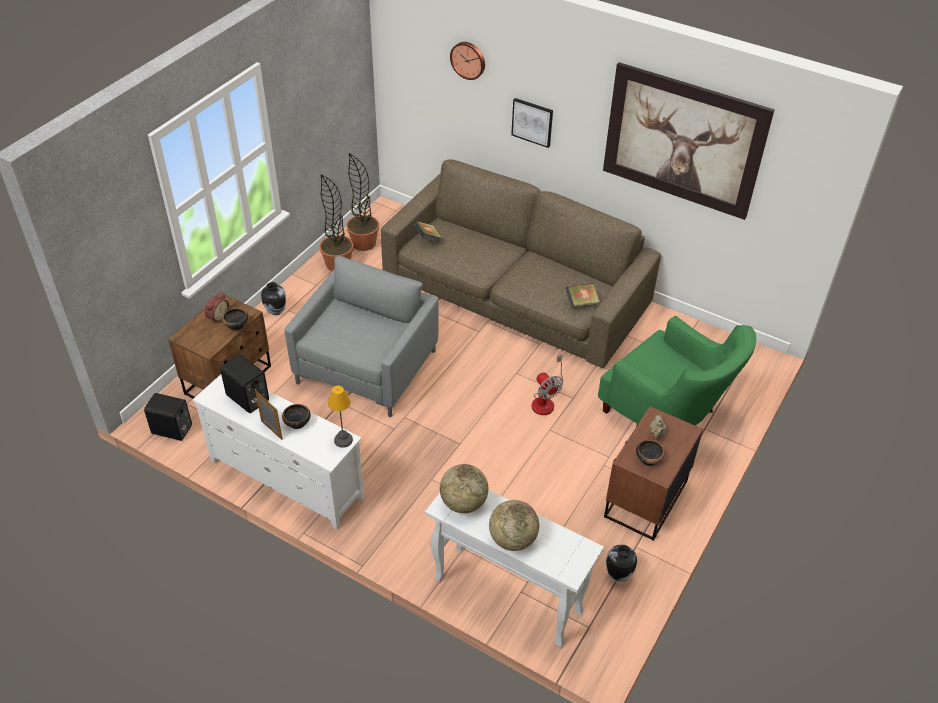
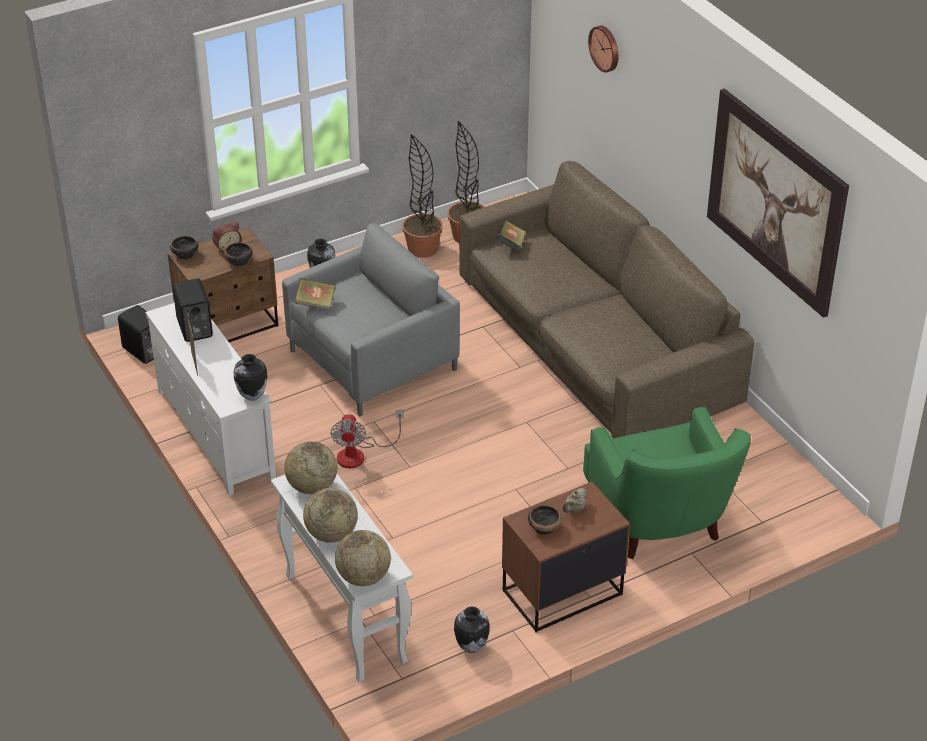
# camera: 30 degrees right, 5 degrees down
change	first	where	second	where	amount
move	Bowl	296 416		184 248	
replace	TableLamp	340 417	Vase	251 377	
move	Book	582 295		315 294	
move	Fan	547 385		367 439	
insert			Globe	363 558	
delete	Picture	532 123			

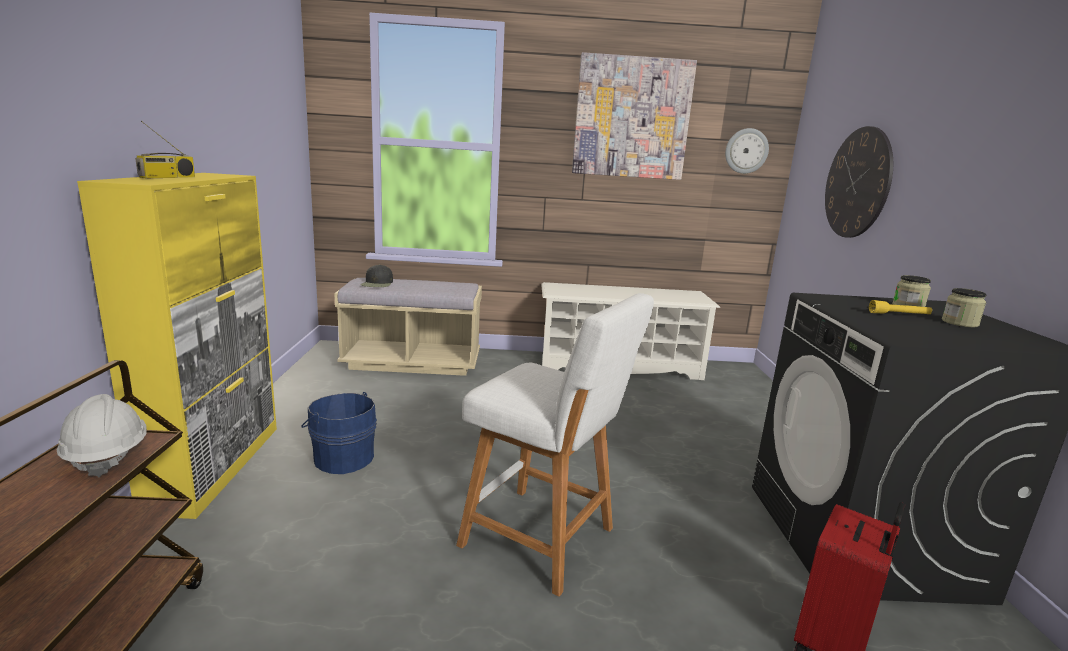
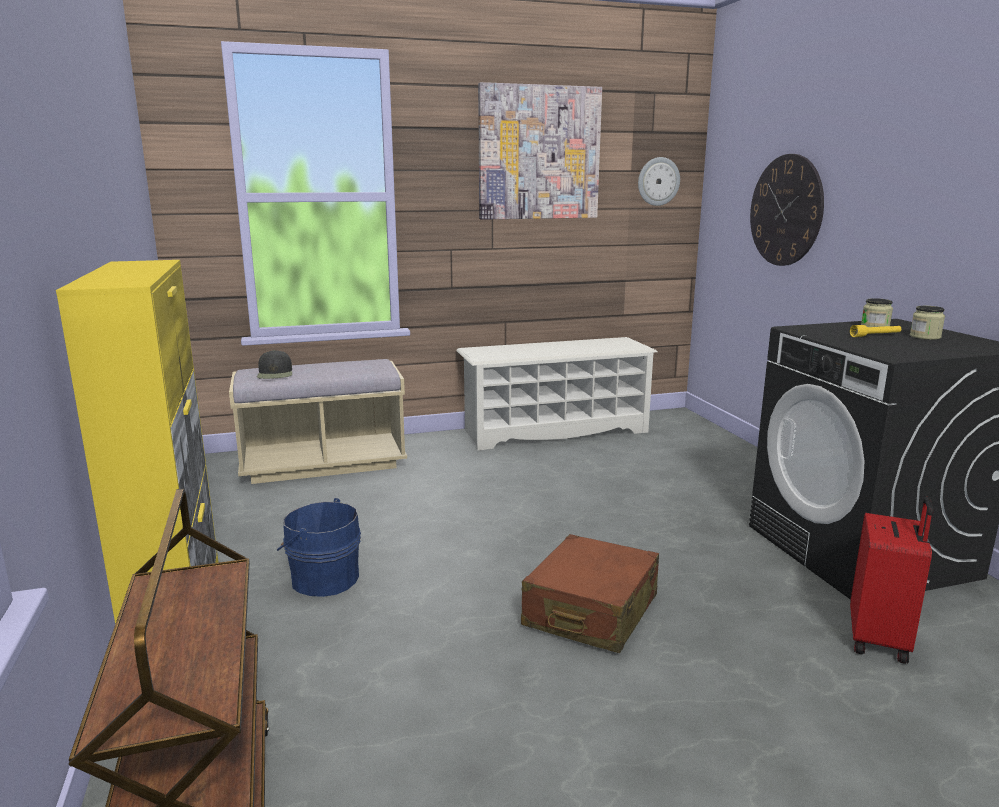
# camera: 15 degrees left, 0 degrees up
change	first	where	second	where	amount
replace	WhiteStool	555 445	BrownSuitcase	590 593	
delete	WhiteHardHat	102 435			
delete	Radio	165 149			

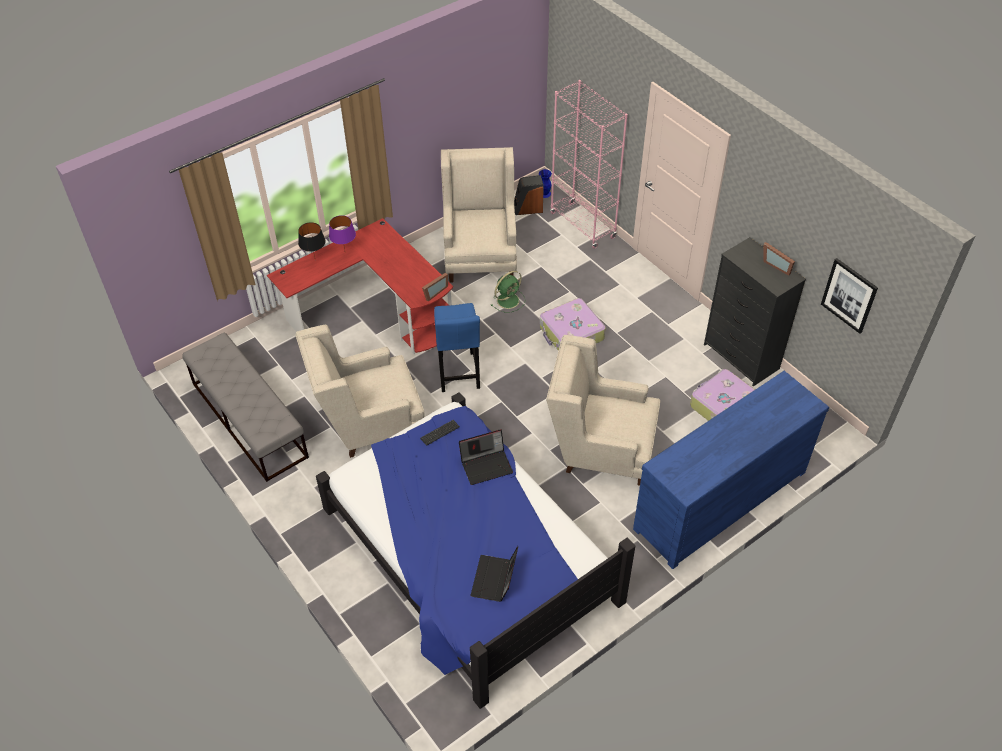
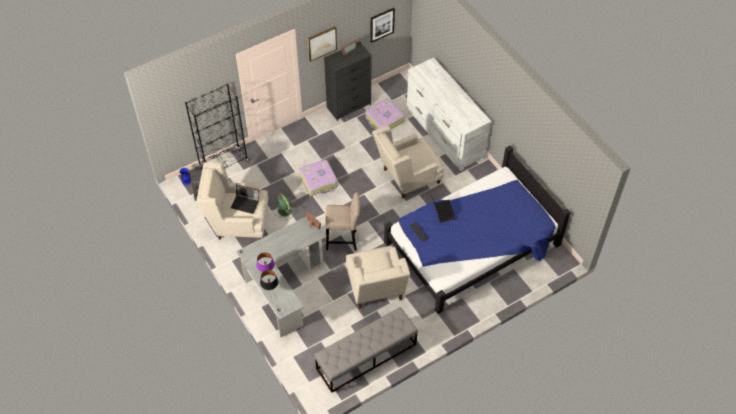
# camera: 85 degrees left, 5 degrees up
change	first	where	second	where	amount
recolor	PinkBookcase	589 164	BlackBookcase	216 126	
move	Laptop	494 574		245 199	
recolor	RedDesk	360 286	GreyDesk	280 277	
insert			Picture	322 44	
recolor	BlueStool	457 347	BeigeStool	342 221	
rotate	BeigeArmchair	603 410		408 162	45 degrees clockwise
recolor	BlueDresser	731 470	WhiteDresser	449 114	

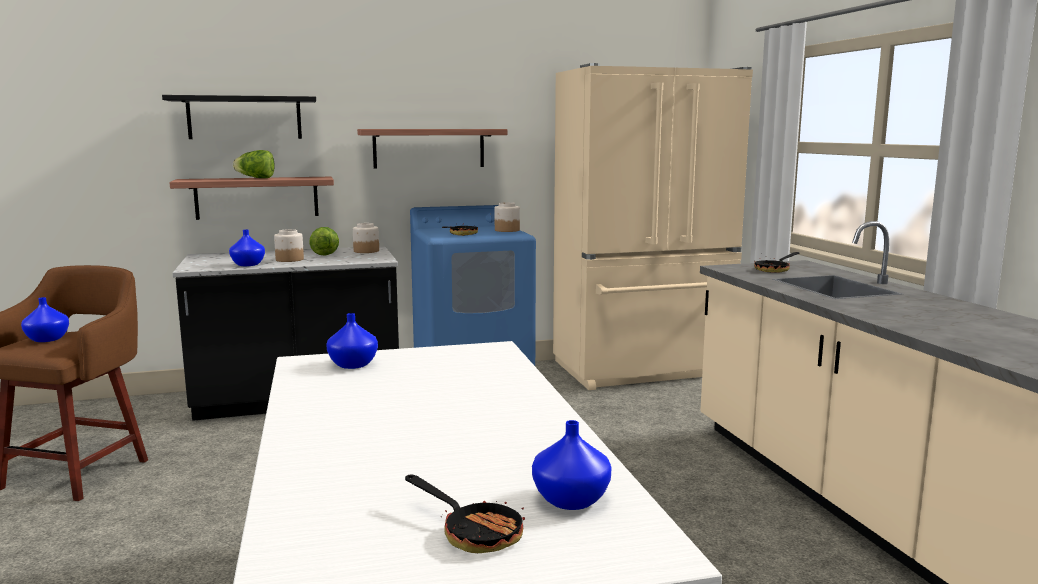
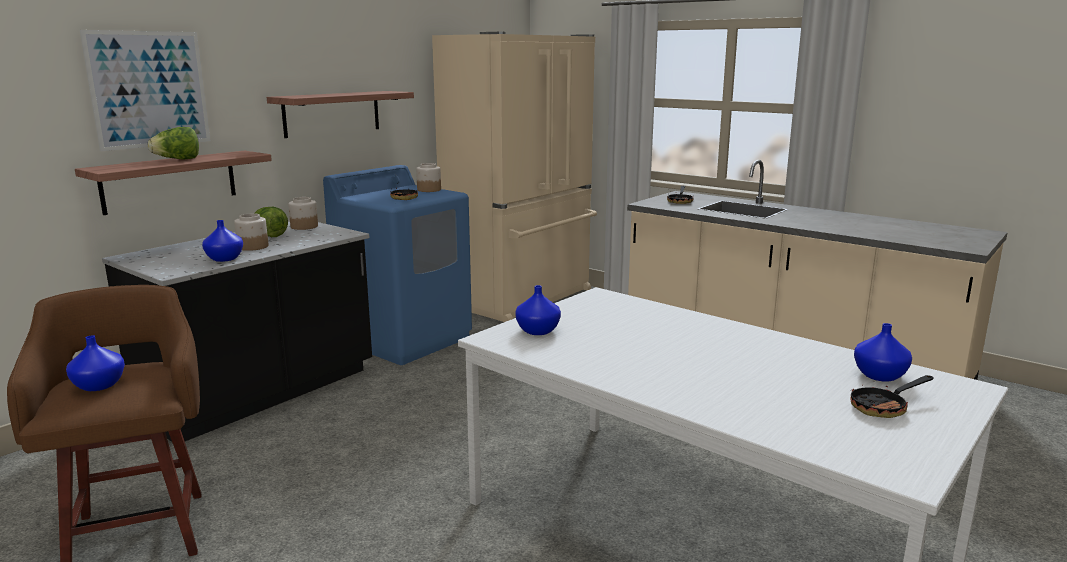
# camera: 35 degrees left, 5 degrees up
change	first	where	second	where	amount
replace	BlackShelf	239 117	Picture	145 90	
rotate	FryingPan	465 514		892 396	150 degrees clockwise

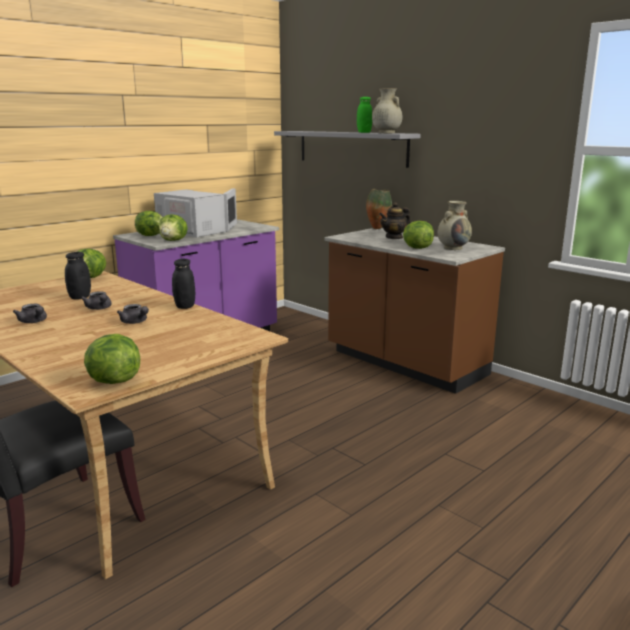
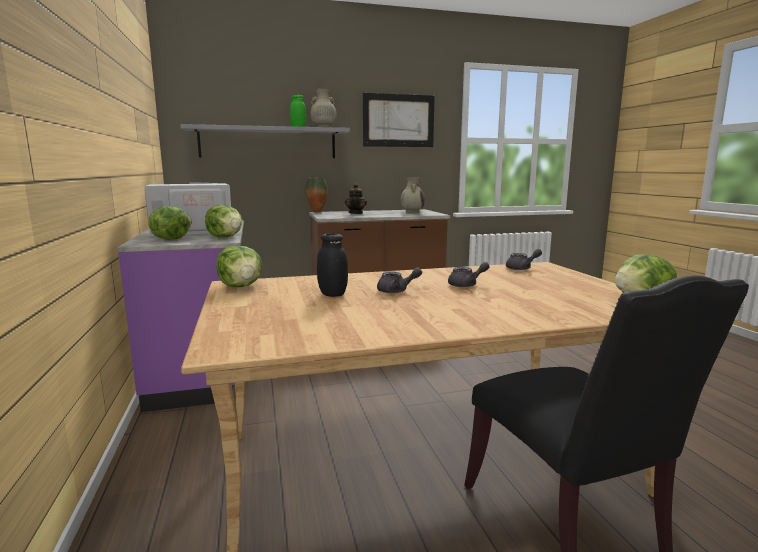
# camera: 60 degrees left, 5 degrees down
change	first	where	second	where	amount
insert			Picture	399 120	
move	GreyTeapot	30 313		524 259	
delete	BlackJar	183 284			
delete	Lettuce	418 235			

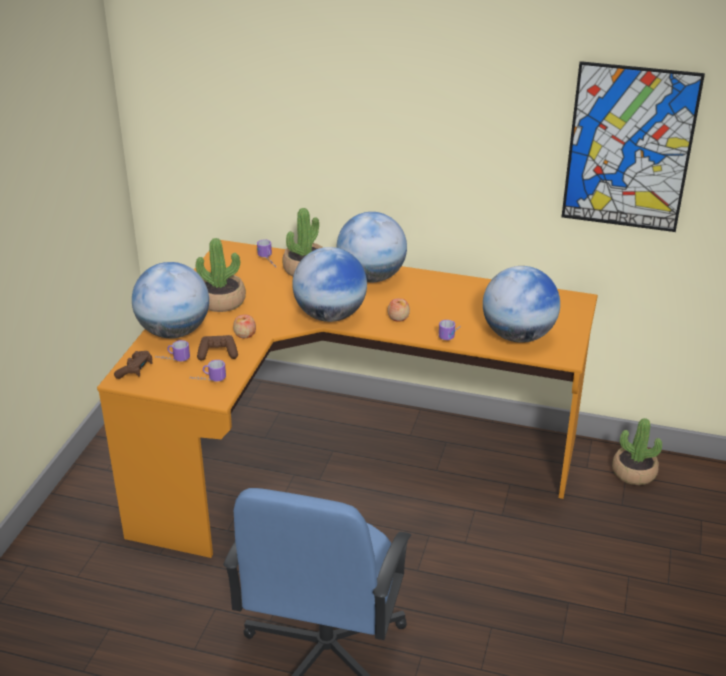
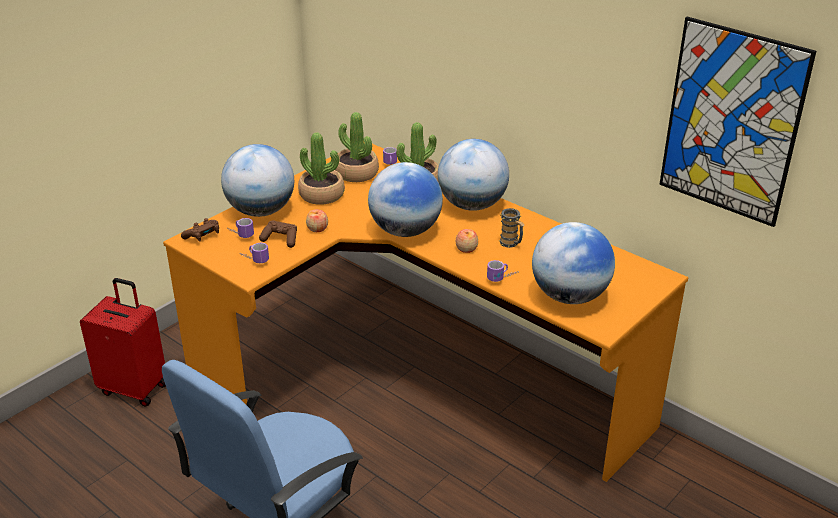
# camera: 25 degrees right, 0 degrees up
change	first	where	second	where	amount
insert			RedSuitcase	123 342	
move	PottedPlant	637 451		357 147	
insert			Mug	511 228	

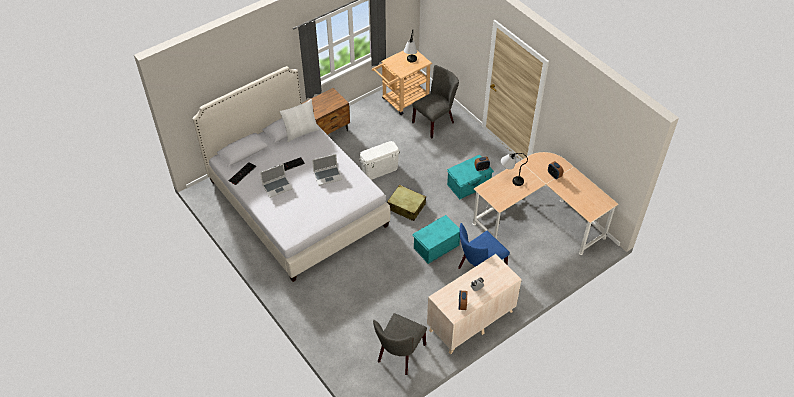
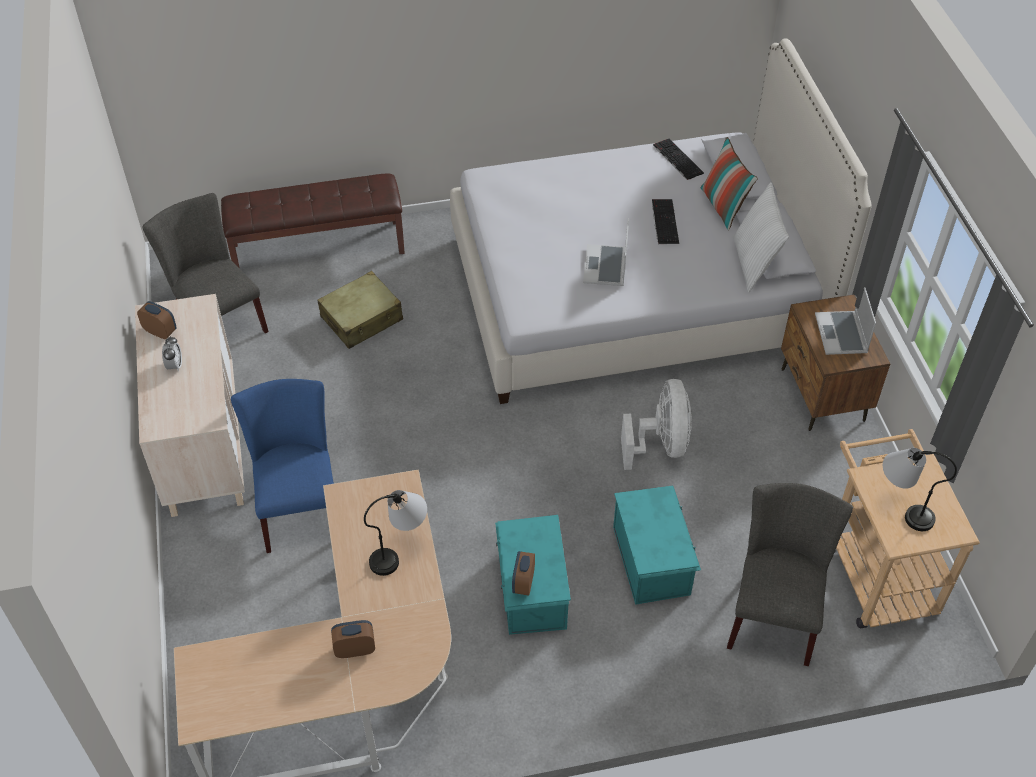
# camera: 115 degrees right, 0 degrees up
change	first	where	second	where	amount
insert			BrownBench	313 221	
move	BeigeSuitcase	406 203		360 310	
move	TurquoiseStorageBox	436 239		657 545	
replace	WhiteStorageBox	379 160	WhiteFan	656 424	
insert			Pillow	729 184	
rotate	GreyChair	435 101		790 574	150 degrees counterclockwise
move	Laptop	276 181		845 321	

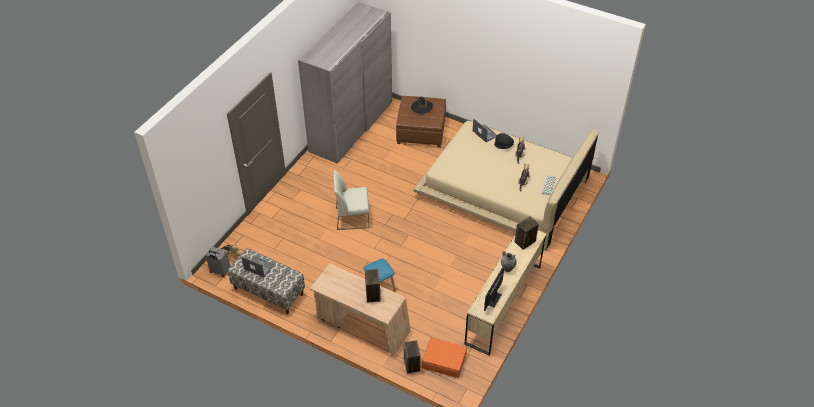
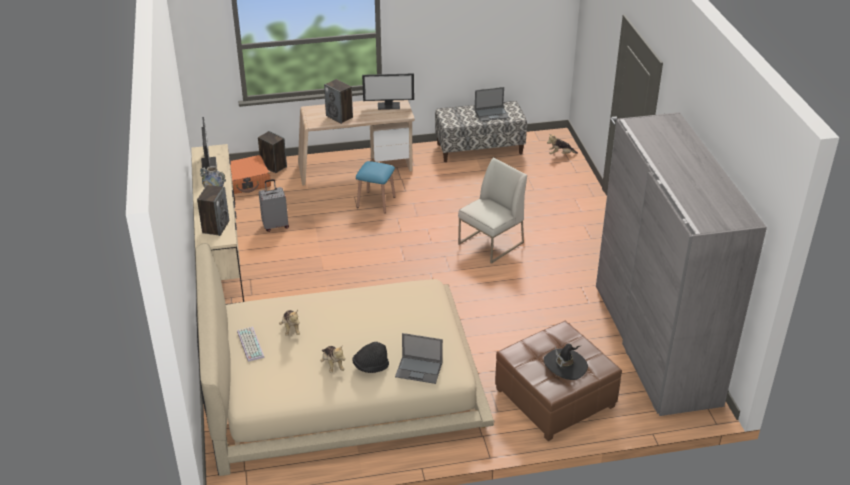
# camera: 140 degrees right, 10 degrees down
change	first	where	second	where	amount
move	GreySuitcase	218 261		274 205	
insert			Monitor	388 91	

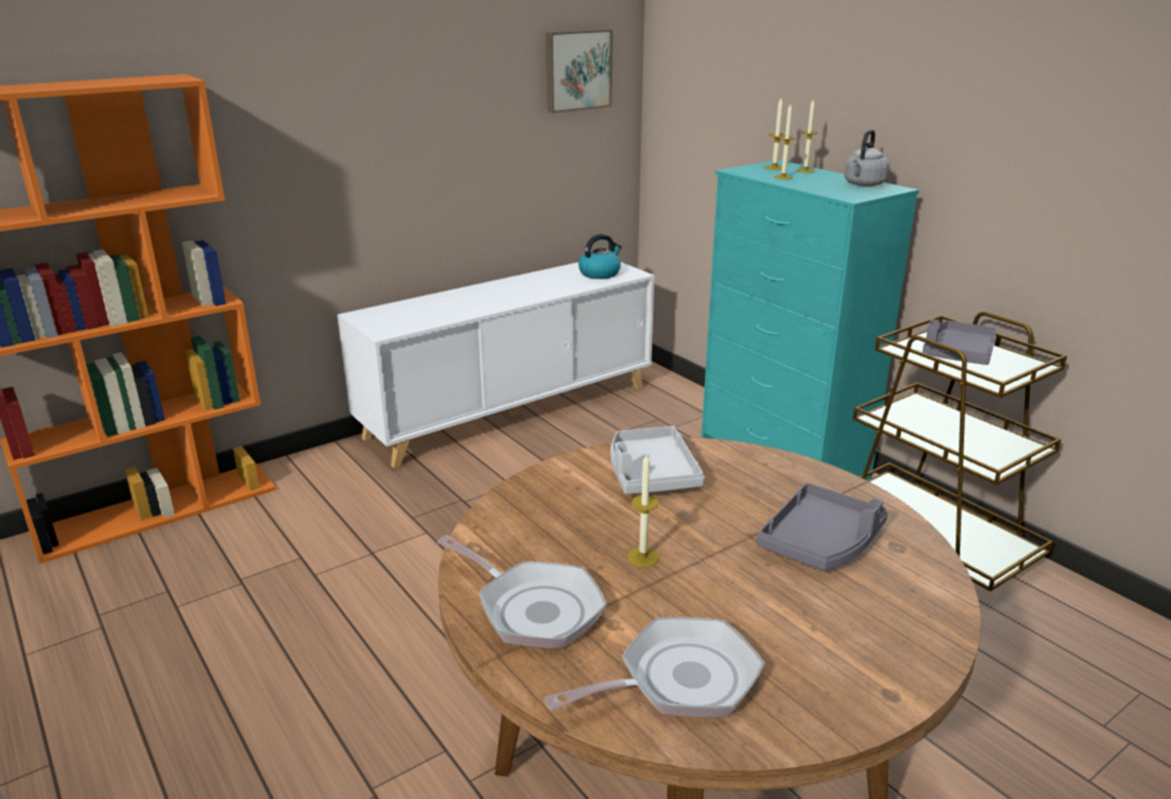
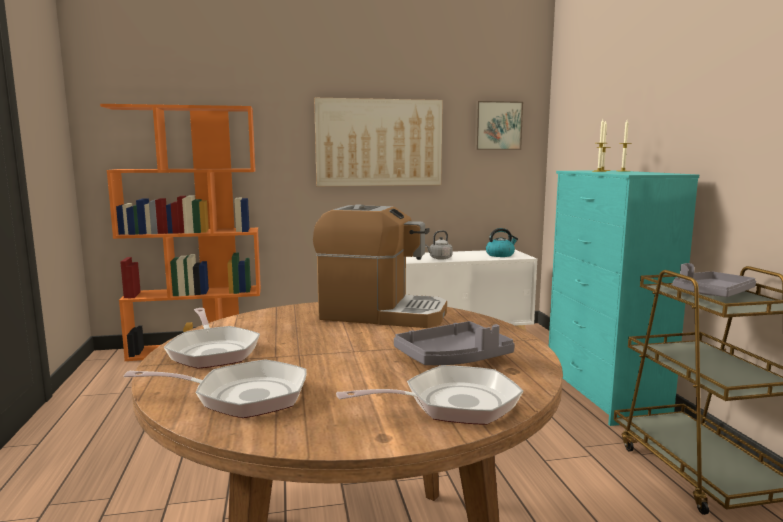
# camera: 25 degrees right, 15 degrees down
change	first	where	second	where	amount
replace	GreyTray	658 460	CoffeeMachine	380 266	
insert			Picture	378 142	
insert			FryingPan	429 395	
move	GreyKettle	867 158		439 245	
delete	Candle	643 510			

